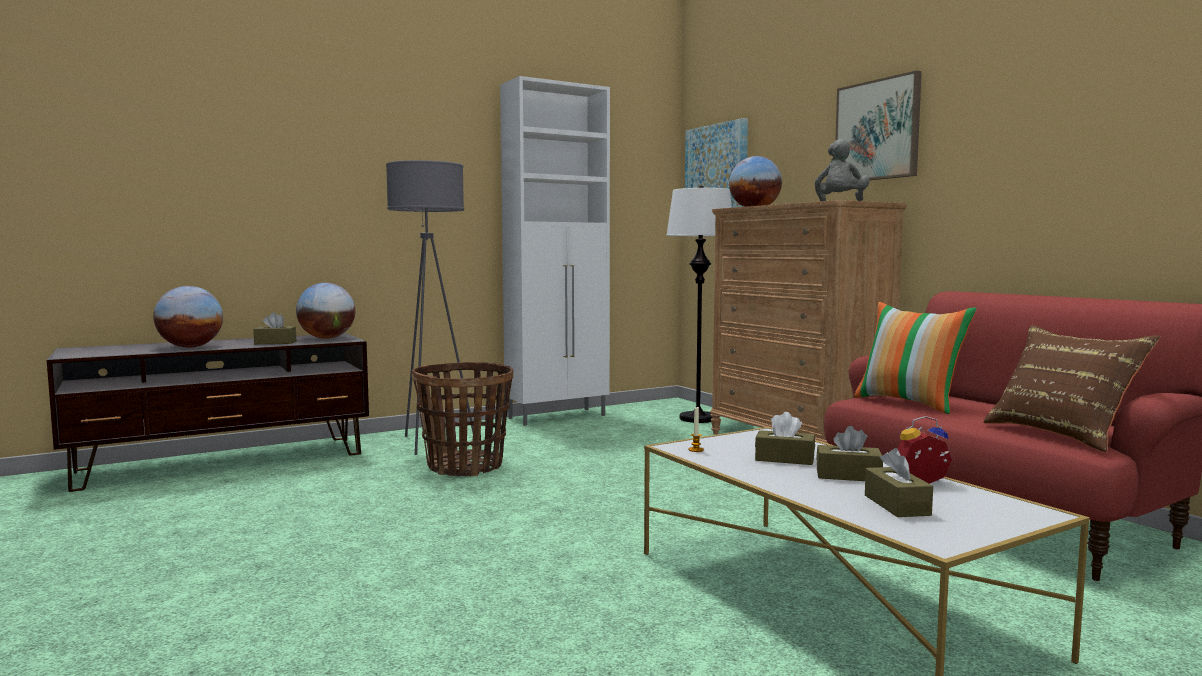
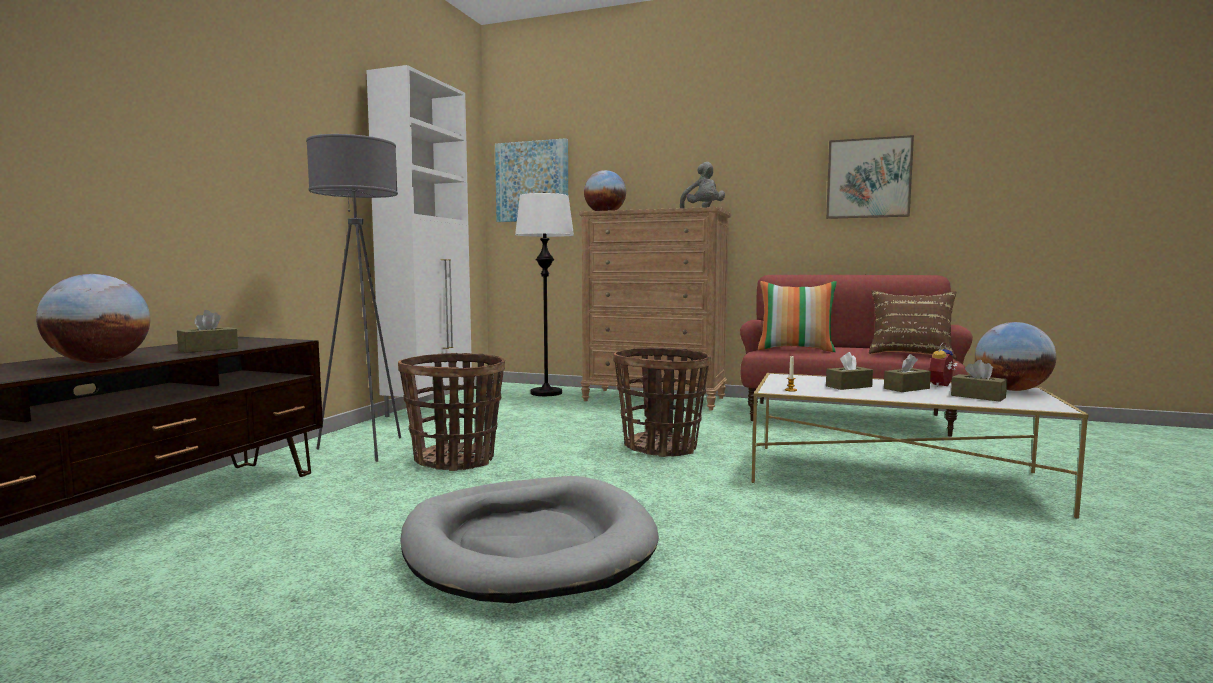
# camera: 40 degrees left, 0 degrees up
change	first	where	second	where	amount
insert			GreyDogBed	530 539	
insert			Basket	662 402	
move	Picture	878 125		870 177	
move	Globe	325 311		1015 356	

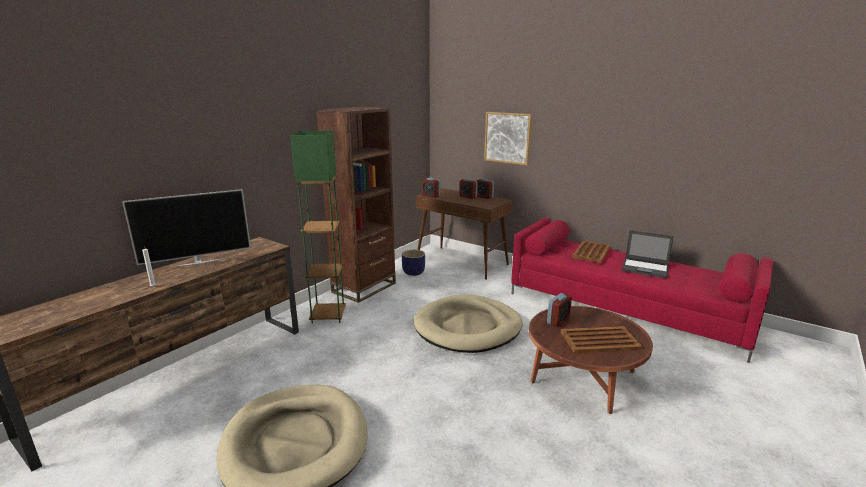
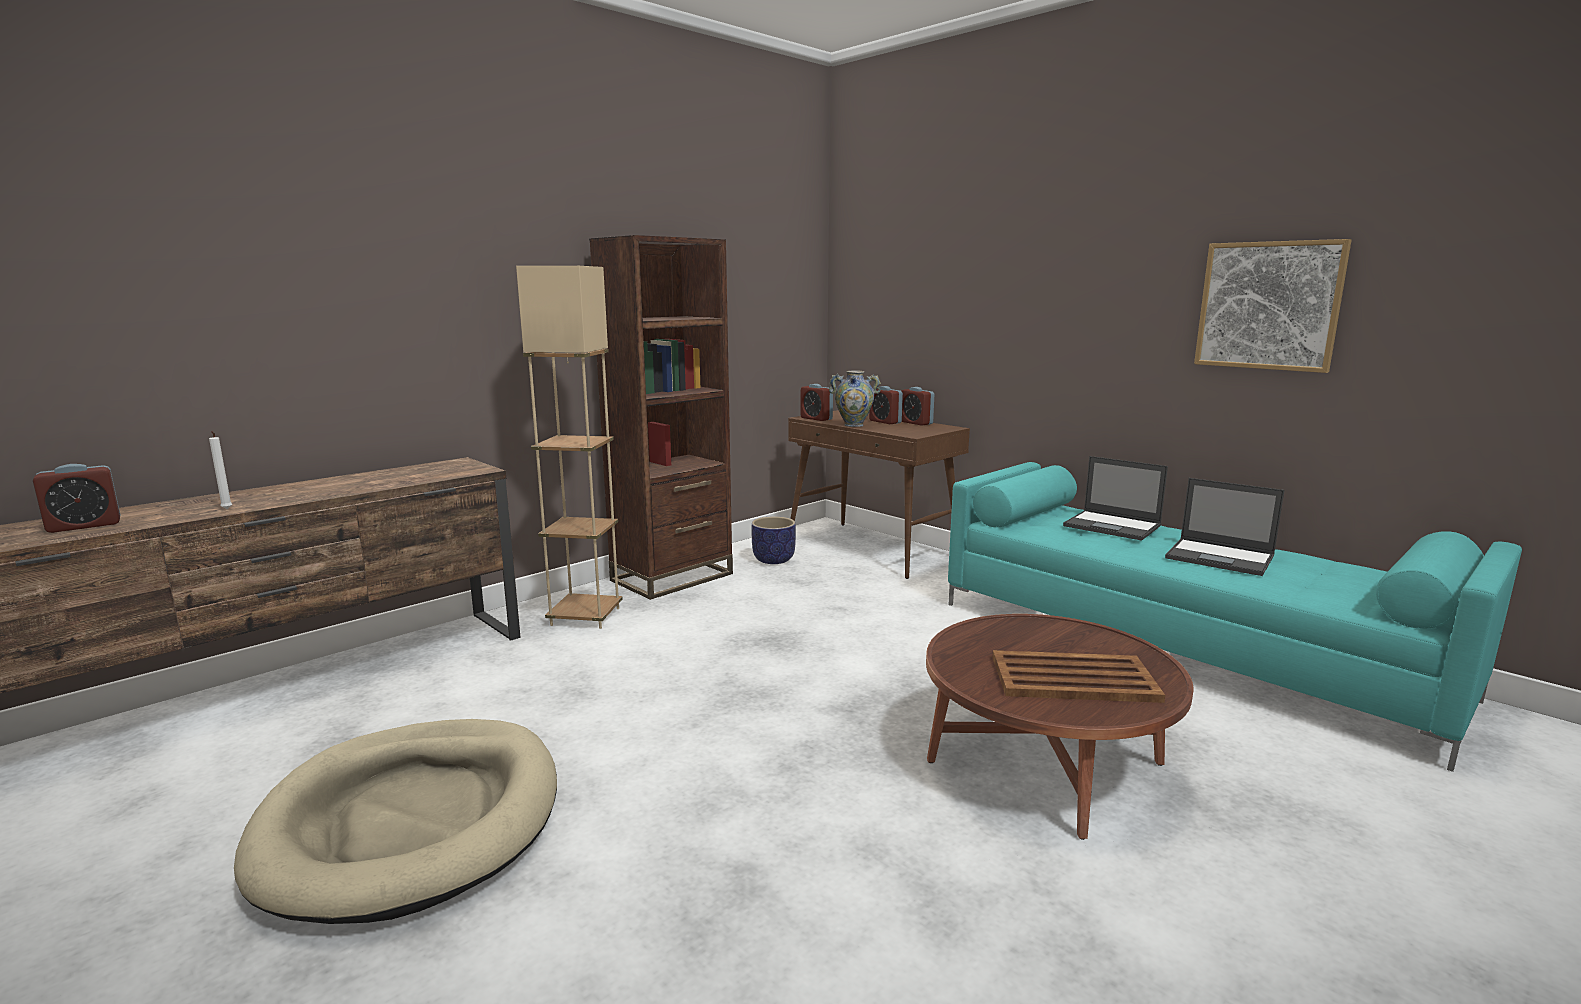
# camera: 10 degrees right, 5 degrees down
change	first	where	second	where	amount
move	AlarmClock	559 310		77 498	
recolor	GreenFloorLamp	318 227	BeigeFloorLamp	569 447	
insert			Vase	855 398	
recolor	RedSofa	642 290	TurquoiseSofa	1235 617	
replace	BrownTray	591 252	Laptop	1115 498	
move	Picture	508 138		1273 306	
delete	Television	186 228			
delete	BeigeDogBed	468 323			

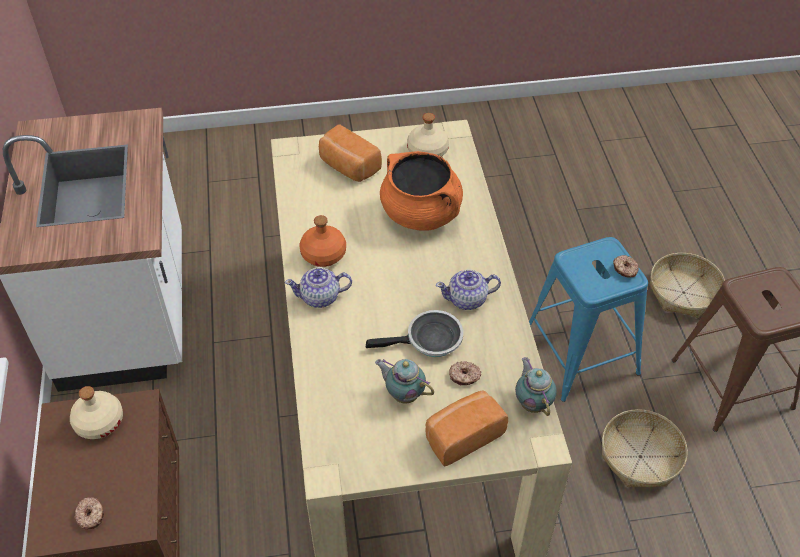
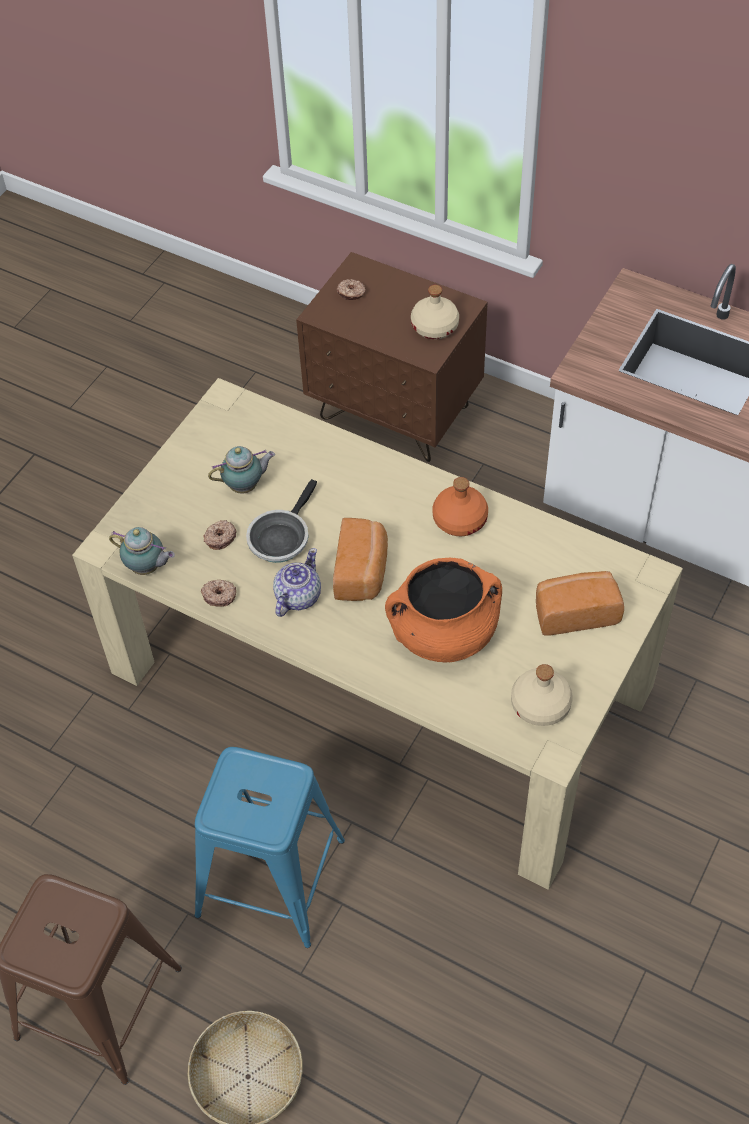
# camera: 130 degrees right, 5 degrees up
change	first	where	second	where	amount
move	Donut	626 266		218 593	
move	Bread	466 428		360 559	
delete	Teapot	318 287			
delete	Basket	645 448			

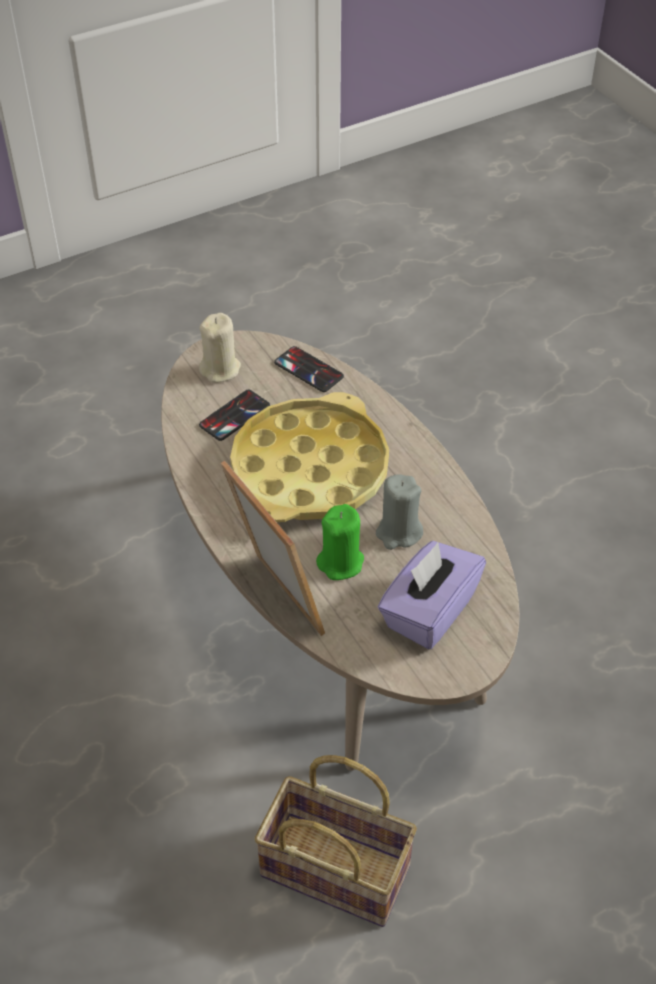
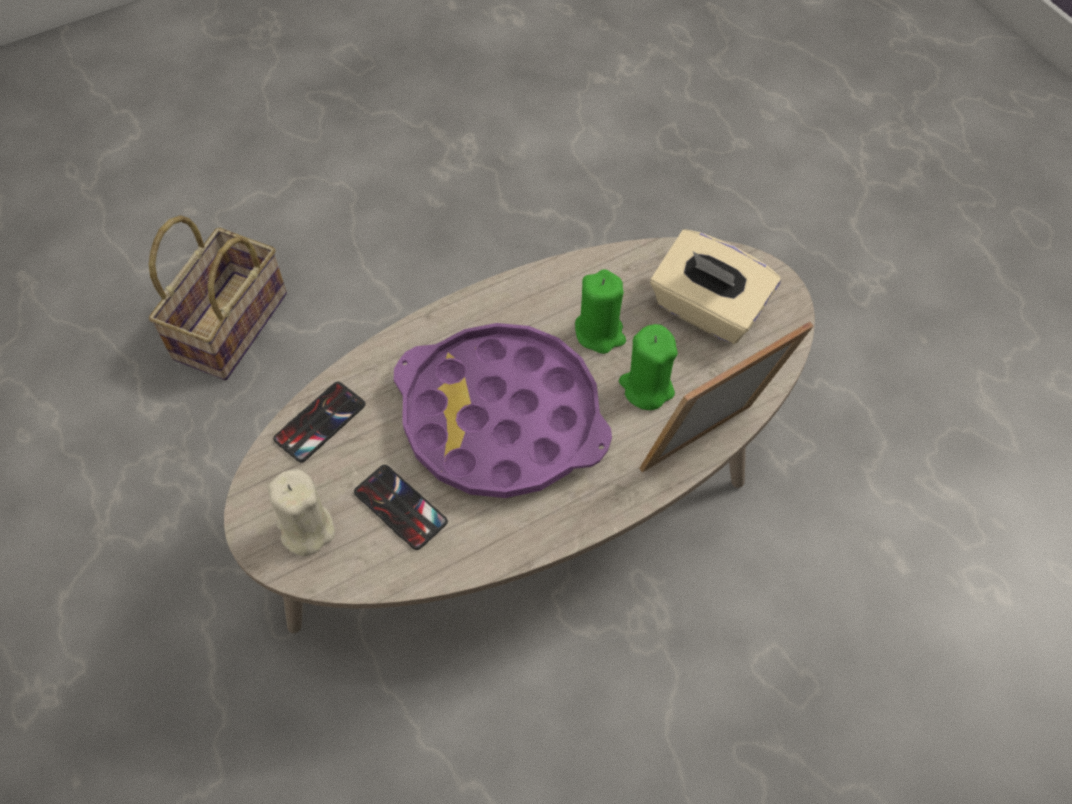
# camera: 90 degrees left, 10 degrees up
change	first	where	second	where	amount
move	Basket	335 841		218 298	
recolor	YellowTray	309 457	PurpleTray	503 410	
recolor	GreyCandle	399 512	GreenCandle	600 311	
recolor	PurpleTissueBox	431 595	BeigeTissueBox	715 286	

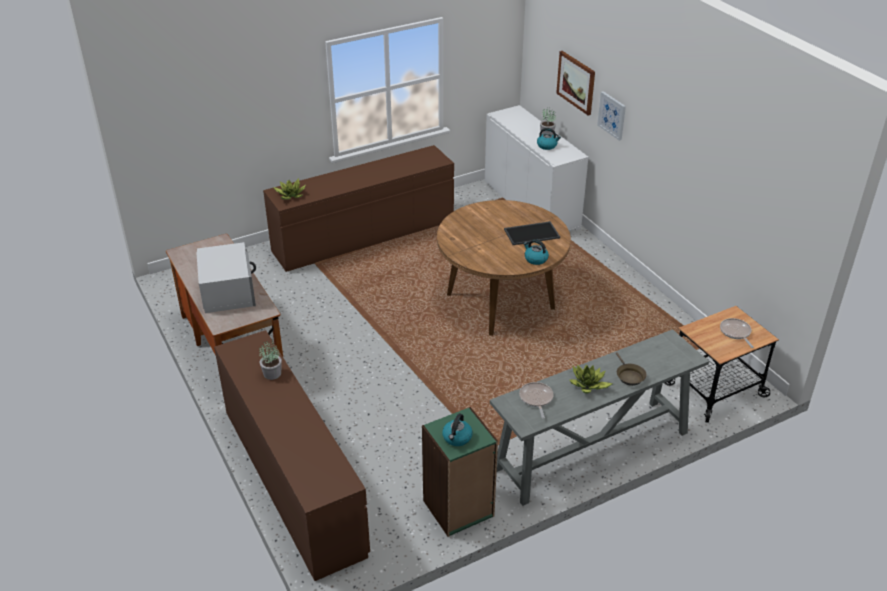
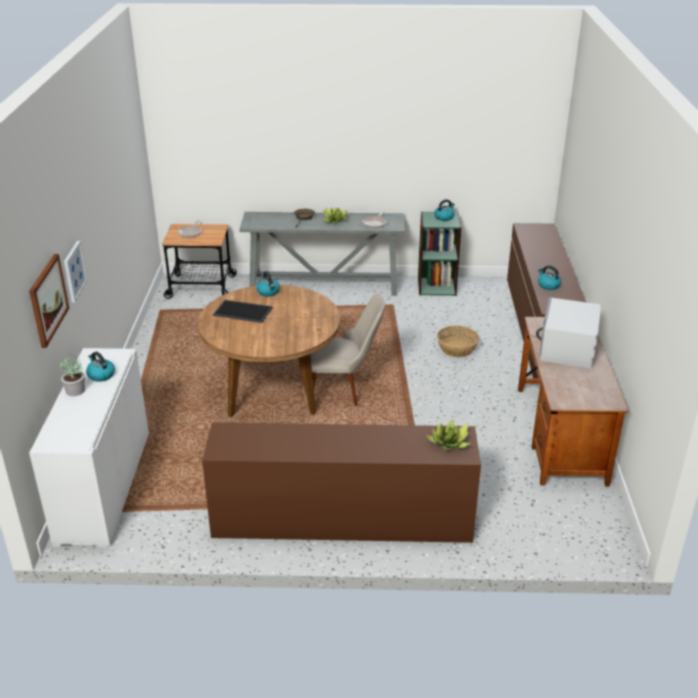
# camera: 150 degrees left, 5 degrees down
change	first	where	second	where	amount
insert			BeigeChair	347 349	
insert			Basket	458 341	
replace	PottedPlant	270 360	Kettle	549 277	

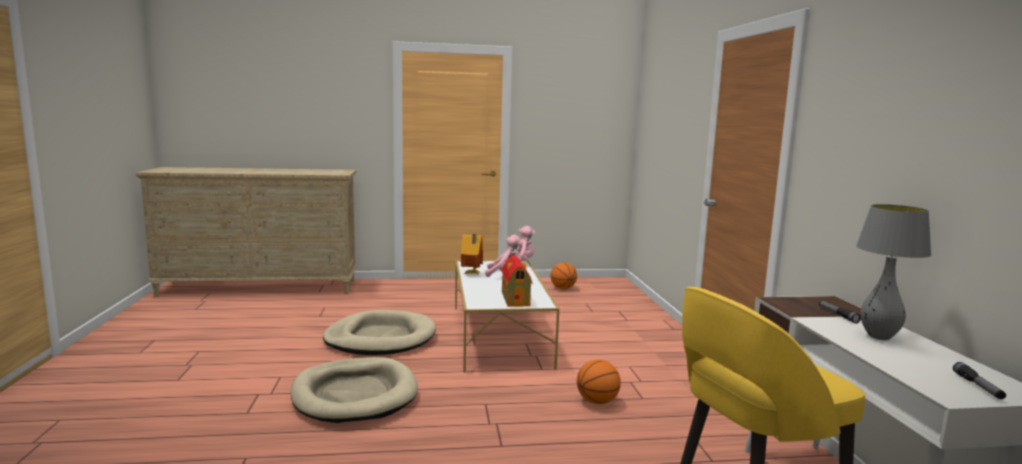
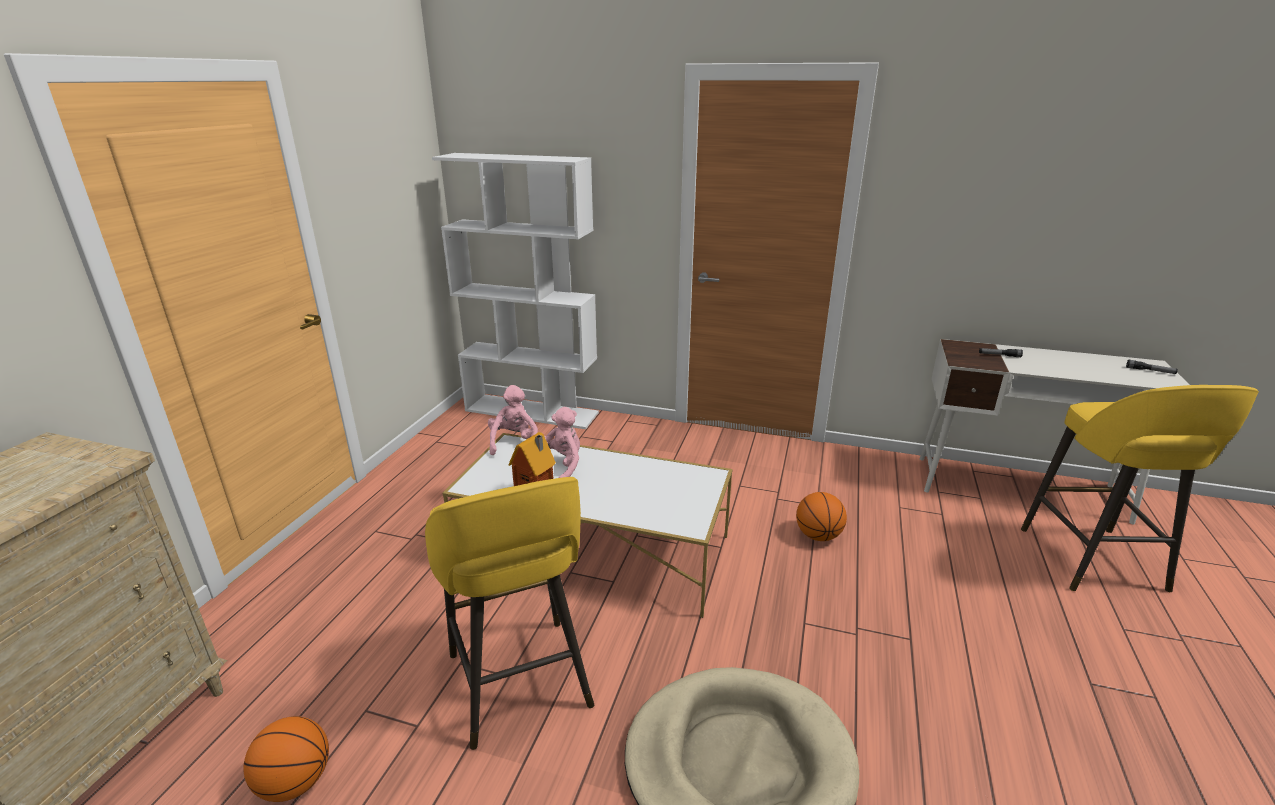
# camera: 65 degrees left, 15 degrees up
change	first	where	second	where	amount
move	Basketball	564 276		286 759	
replace	BeigeDogBed	379 332	YellowStool	509 613	
insert			WhiteBookcase	515 291	
delete	ToyHouse	517 281			
delete	GreyTableLamp	893 272			

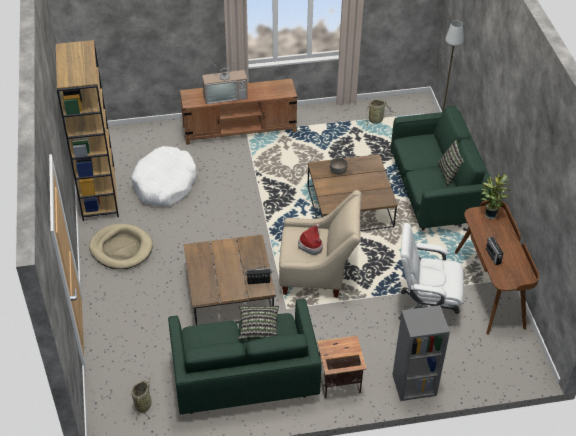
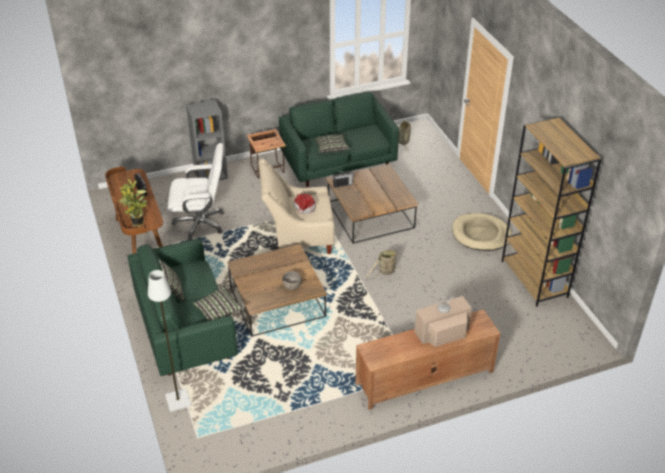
# camera: 170 degrees right, 5 degrees down
change	first	where	second	where	amount
insert			Pillow	218 303	
move	Basket	380 113		383 265	
delete	WhiteDogBed	164 176			

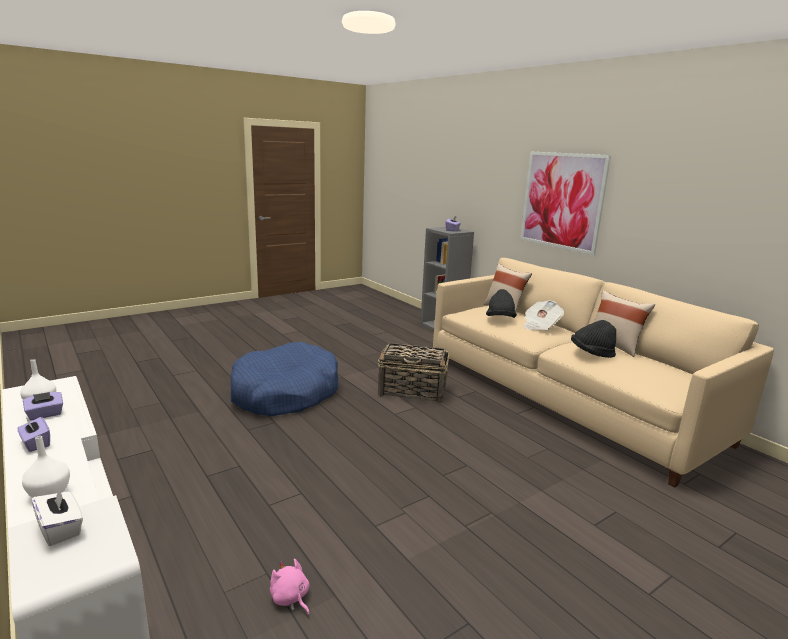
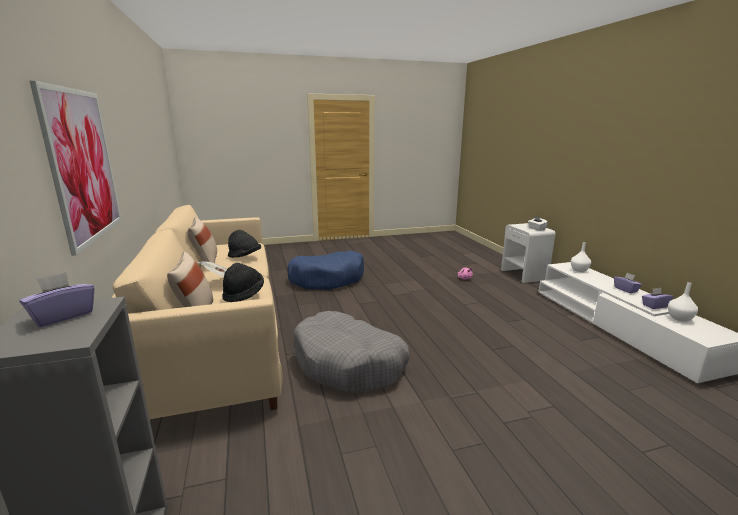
# camera: 160 degrees left, 0 degrees up
change	first	where	second	where	amount
move	BlueDogBed	284 379		325 270	
replace	Basket	413 373	GreyDogBed	351 352	

